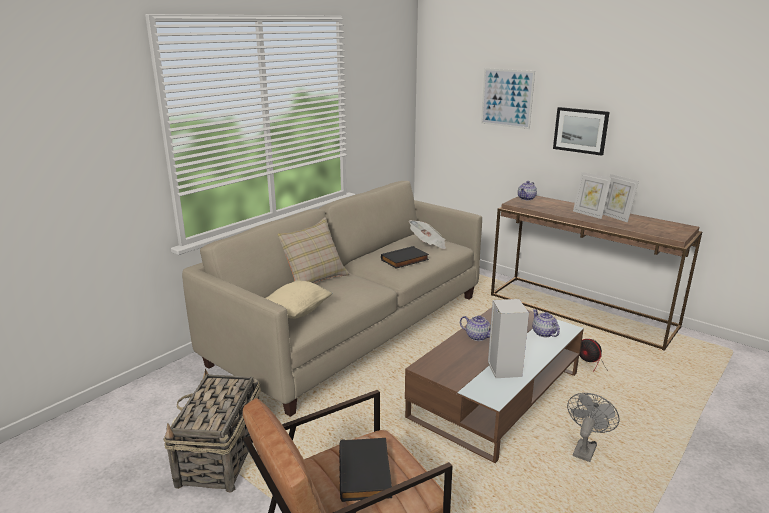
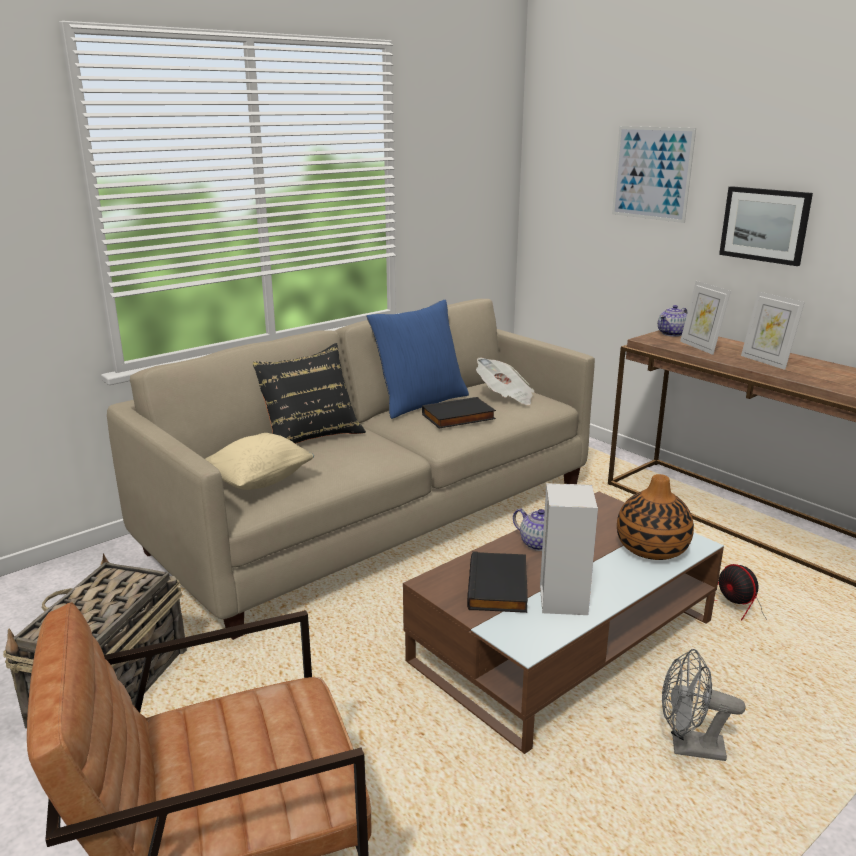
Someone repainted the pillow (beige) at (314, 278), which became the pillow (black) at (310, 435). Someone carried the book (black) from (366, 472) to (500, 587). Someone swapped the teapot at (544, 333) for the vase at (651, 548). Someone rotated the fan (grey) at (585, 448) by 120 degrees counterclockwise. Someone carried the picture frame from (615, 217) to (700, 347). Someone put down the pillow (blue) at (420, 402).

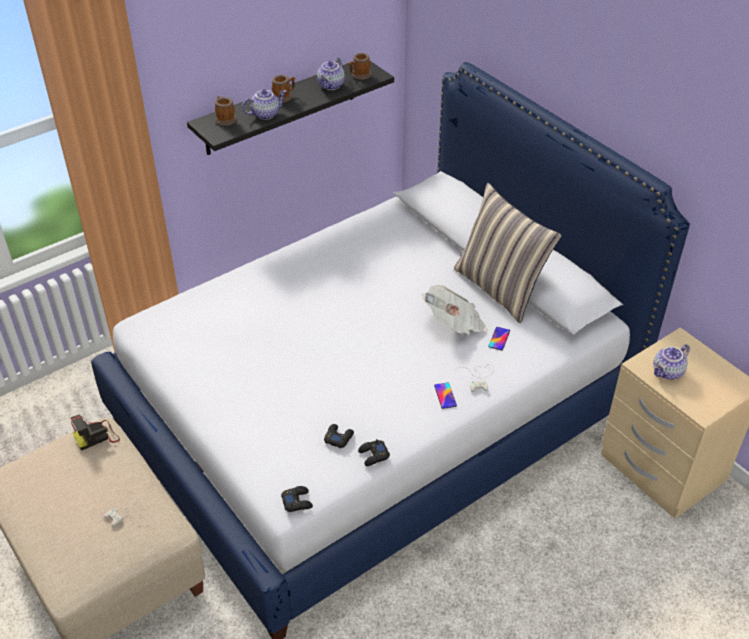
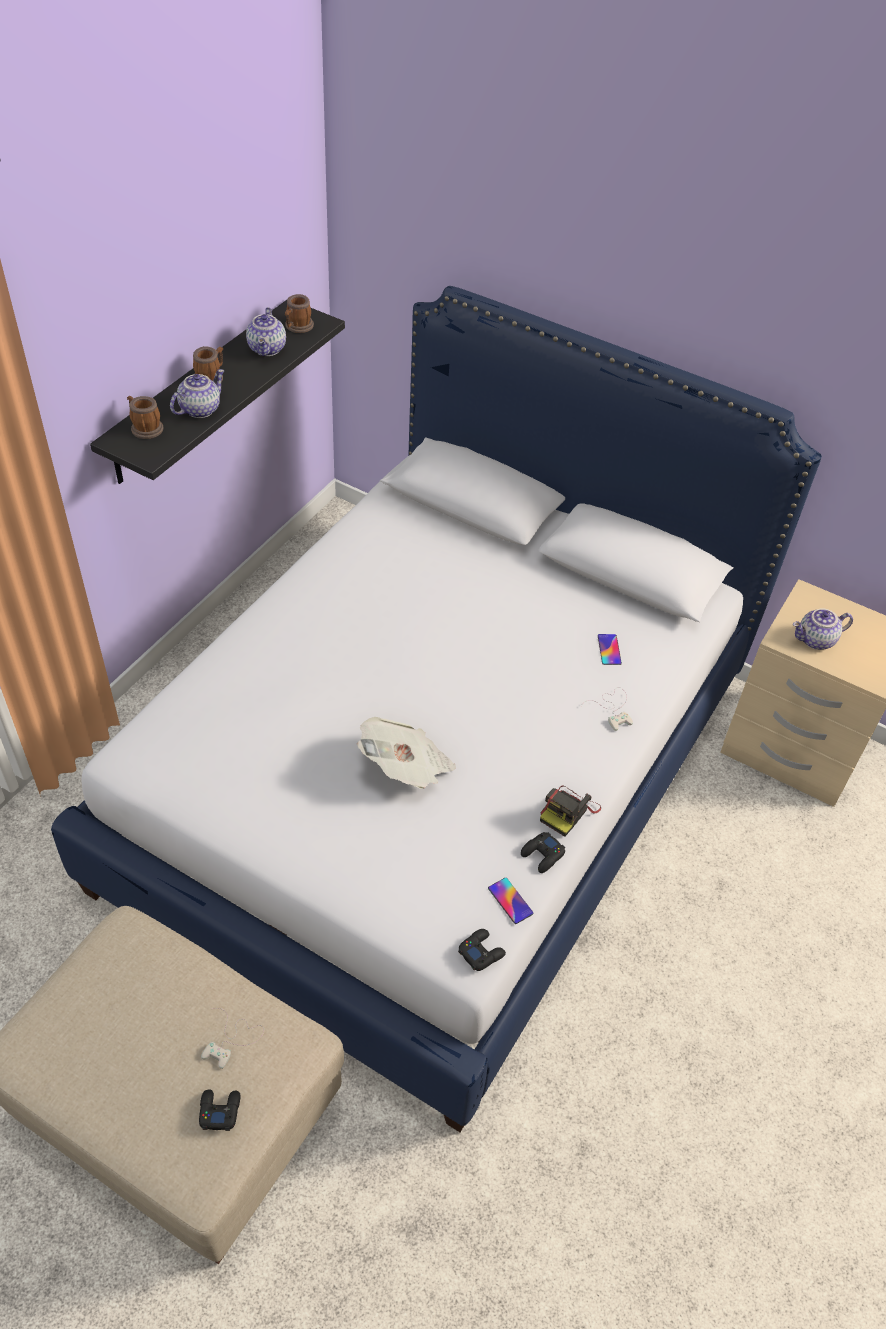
Someone carried the photo camera from (97, 436) to (568, 811). Someone carried the game controller (black) from (338, 437) to (219, 1110). Someone carried the newspaper from (454, 324) to (406, 768). Someone carried the phone from (445, 396) to (510, 901). Someone took away the pillow at (500, 289). Someone rotated the teapot at (668, 372) by 45 degrees clockwise.

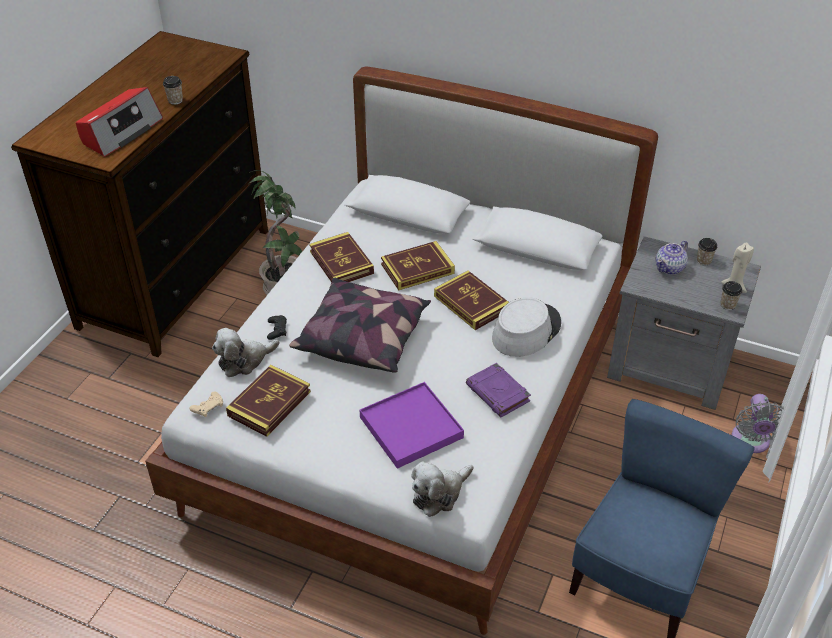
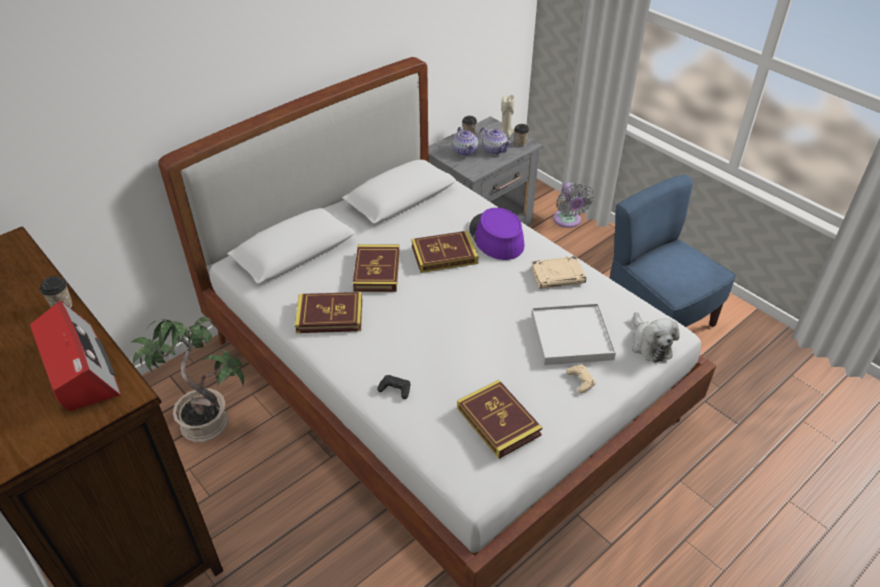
Someone carried the game controller (beige) from (208, 407) to (580, 381). Someone took away the plush toy at (244, 360). Someone took away the pillow at (363, 338). Someone repainted the tray (purple) at (411, 427), which became the tray (white) at (571, 336). Someone repainted the book (purple) at (498, 393), which became the book (beige) at (558, 275). Someone repainted the hat (grey) at (526, 331), which became the hat (purple) at (496, 237). Someone rotated the fan (grey) at (751, 442) by 45 degrees clockwise. Someone put down the teapot at (494, 150).

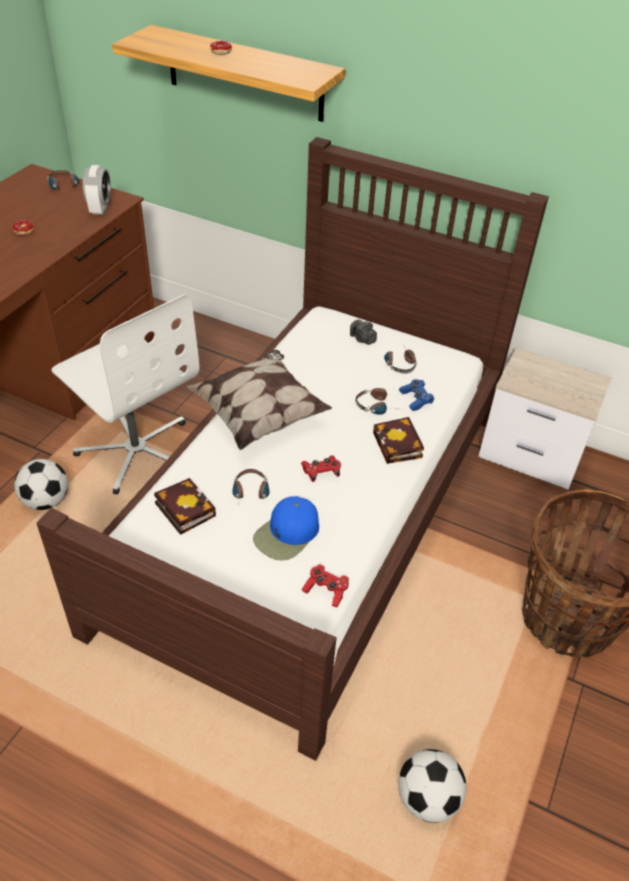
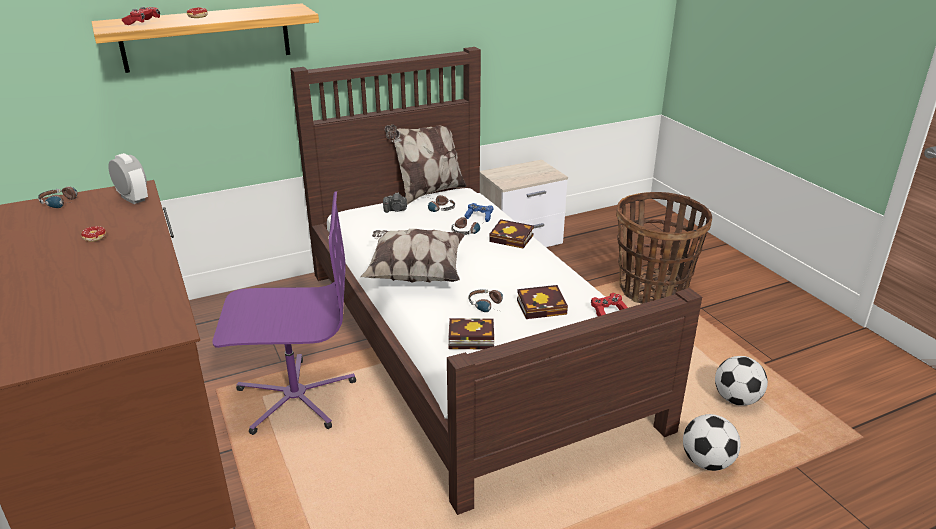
Someone carried the football from (46, 501) to (707, 462). Someone repainted the office chair (white) at (136, 450), which became the office chair (purple) at (295, 397). Someone swapped the cap (blue) at (287, 534) for the book at (543, 306). Someone carried the game controller (red) from (321, 472) to (142, 22). Someone put down the pillow at (428, 192).

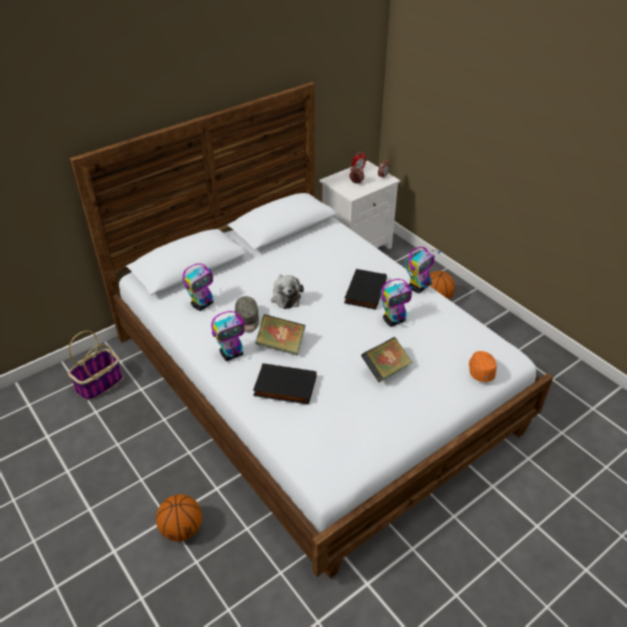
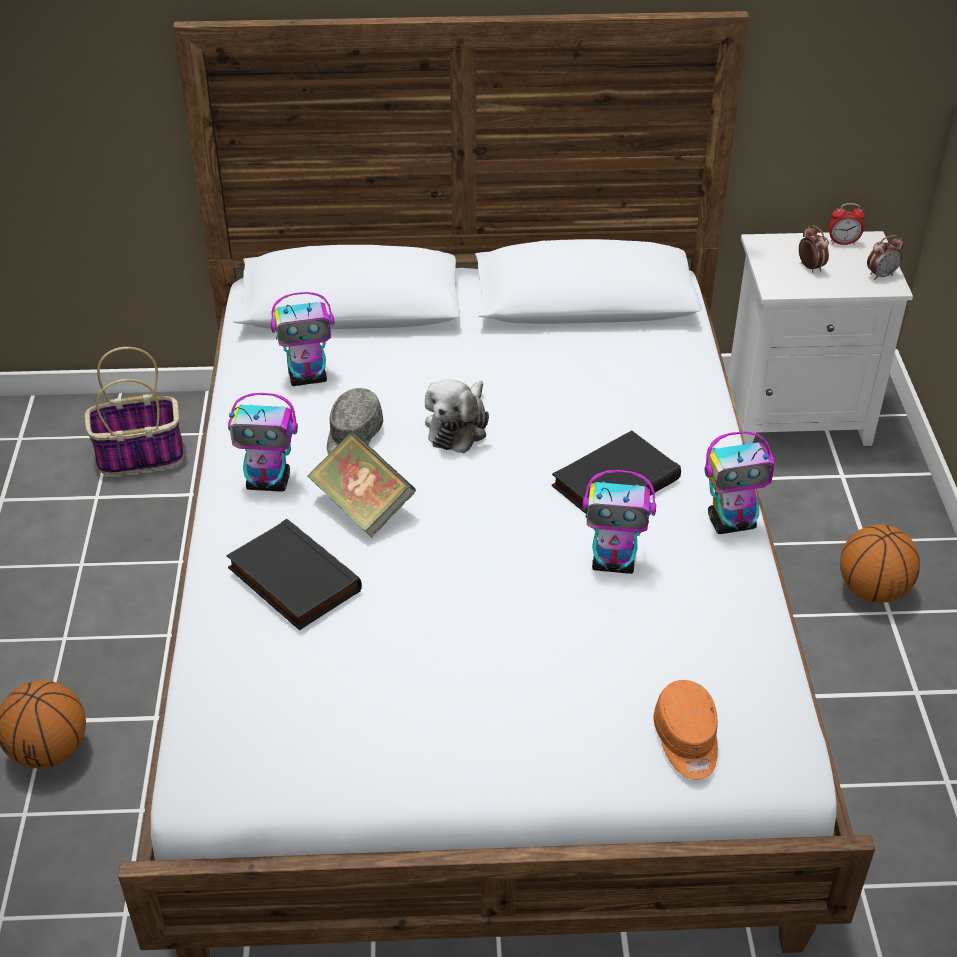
Someone took away the book at (386, 369). Someone rotated the cap (orange) at (480, 369) by 135 degrees clockwise.

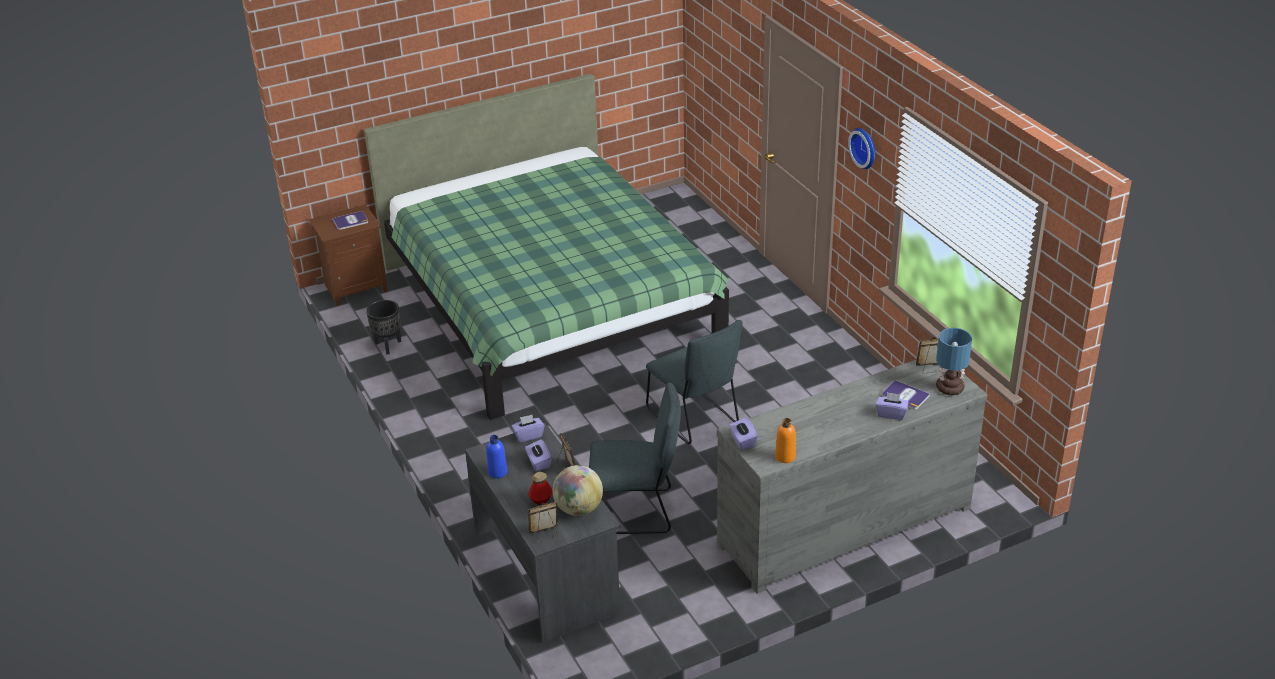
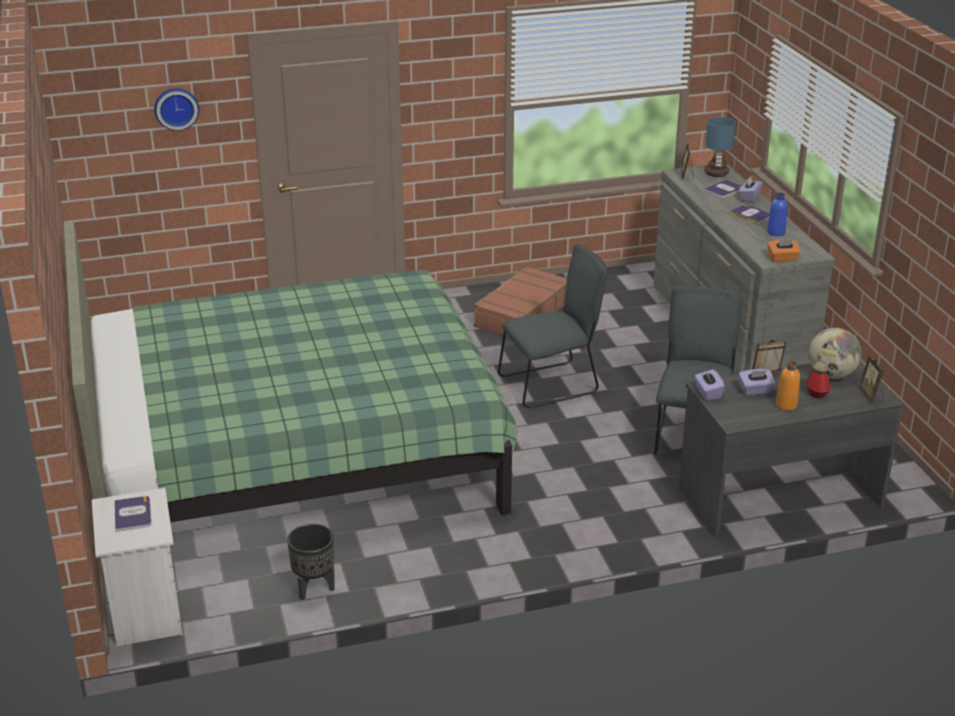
Someone repainted the nightstand (brown) at (355, 288), which became the nightstand (white) at (145, 614). Someone carried the bottle (blue) from (497, 472) to (776, 232). Someone repainted the tissue box (purple) at (742, 441), which became the tissue box (orange) at (782, 259). Someone carried the bottle (orange) from (785, 457) to (786, 405). Someone carried the wall clock from (865, 147) to (176, 108). Someone put down the suitcase (brown) at (521, 314). Someone put down the book at (751, 215).

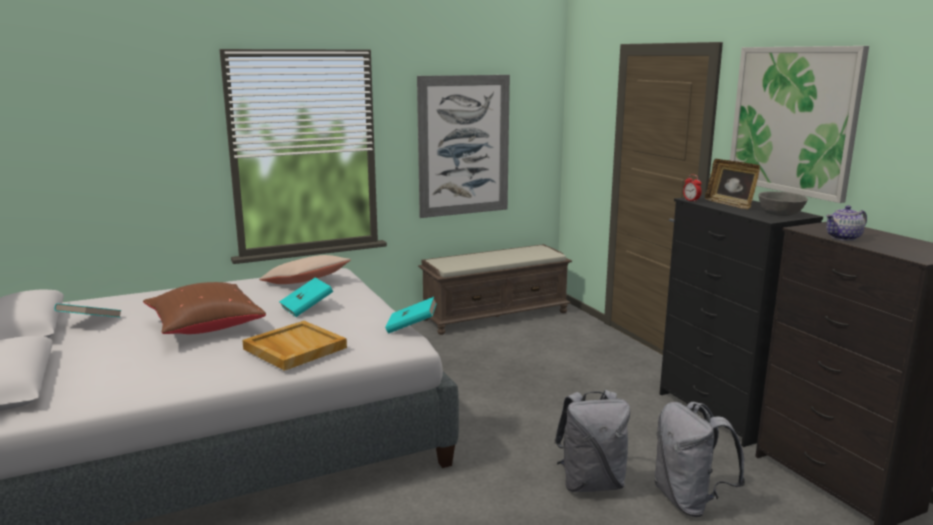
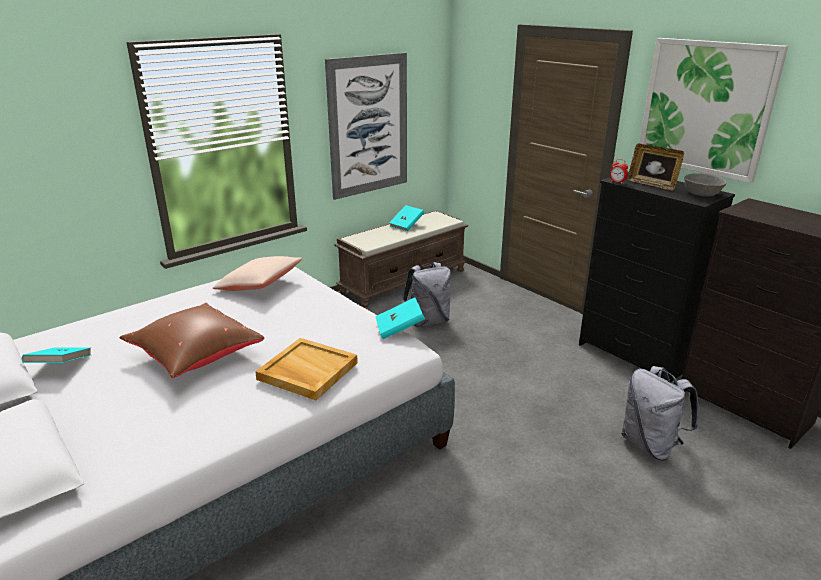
Someone carried the book (turquoise) from (307, 308) to (406, 225). Someone carried the backpack (grey) from (591, 483) to (428, 321). Someone took away the teapot at (844, 238).

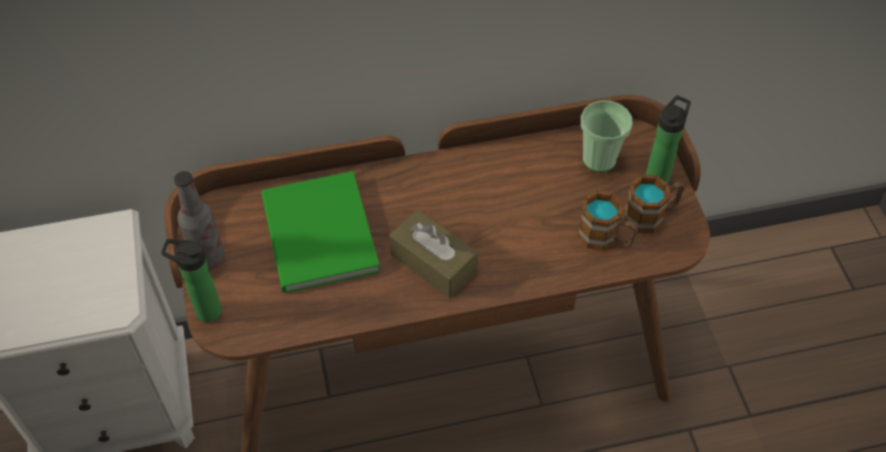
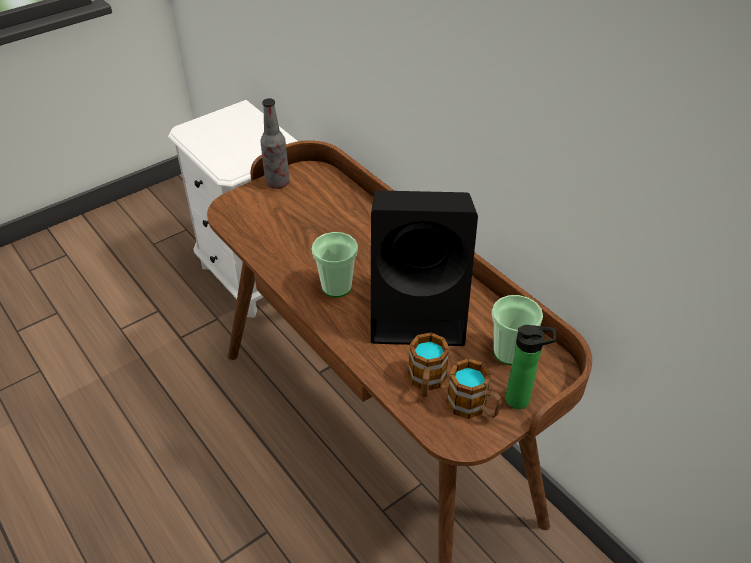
Someone took away the bottle at (204, 311). Someone took away the book (green) at (317, 237). Someone swapped the tissue box (brown) at (433, 263) for the cup at (336, 287). Someone put down the speaker (black) at (420, 311).

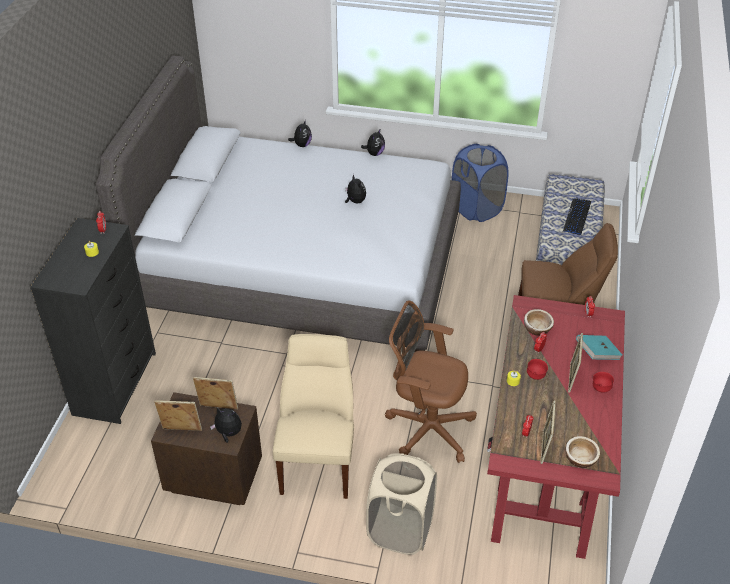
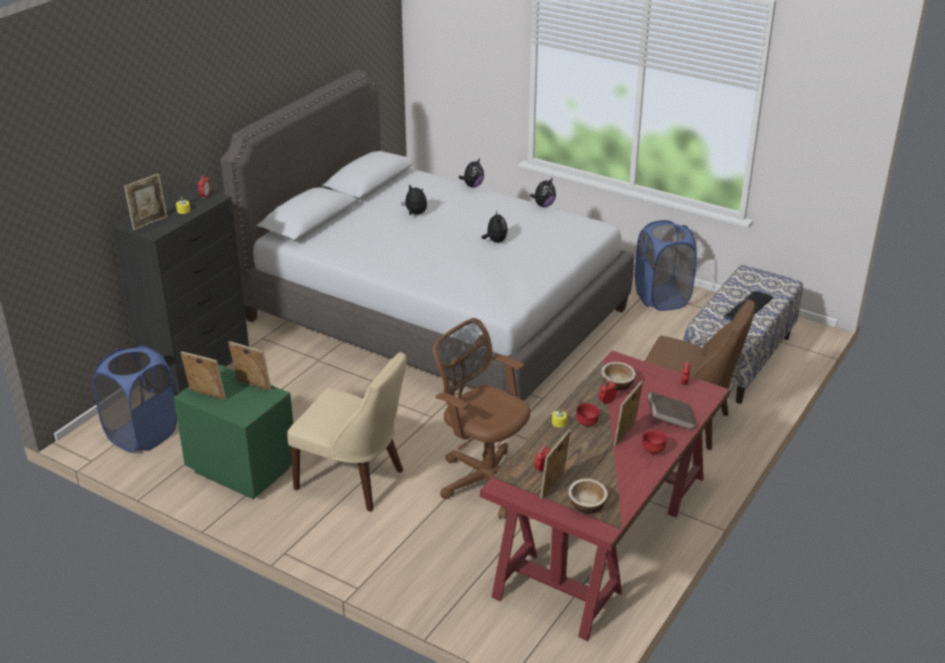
Someone repainted the nightstand (brown) at (213, 477), which became the nightstand (green) at (242, 469). Someone carried the plush toy from (228, 433) to (415, 214). Someone rotated the chair (beige) at (318, 460) by 90 degrees clockwise. Someone took away the laundry basket (beige) at (400, 530). Someone repainted the book (turquoise) at (597, 354), which became the book (brown) at (670, 420). Someone put down the laundry basket (blue) at (142, 434). Someone put down the picture frame at (149, 223).

